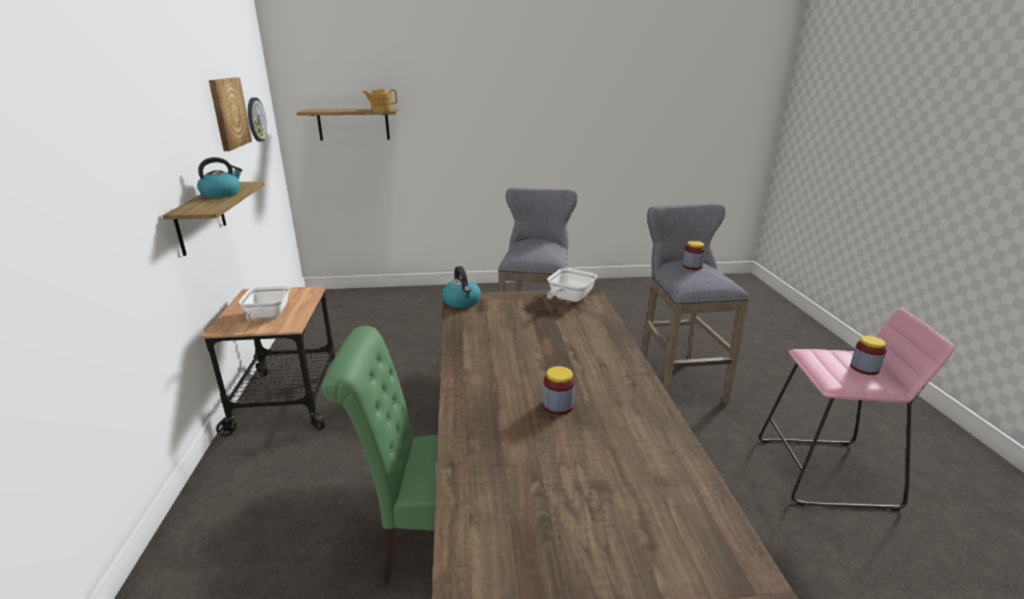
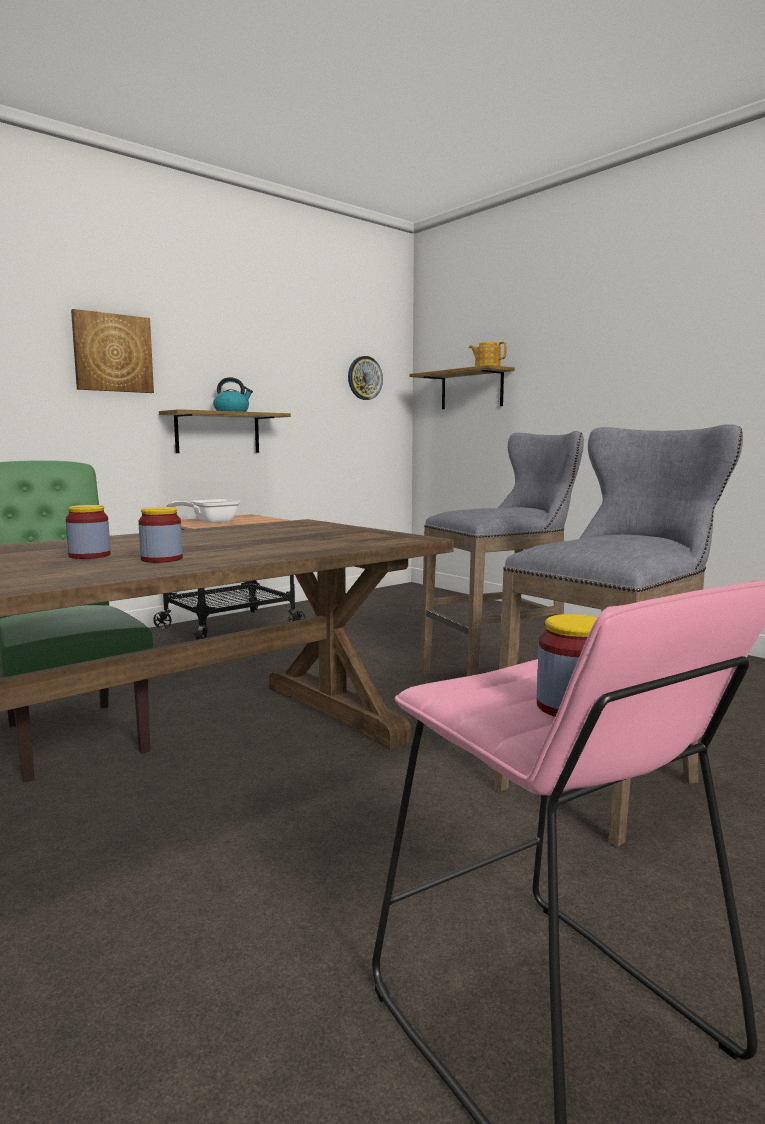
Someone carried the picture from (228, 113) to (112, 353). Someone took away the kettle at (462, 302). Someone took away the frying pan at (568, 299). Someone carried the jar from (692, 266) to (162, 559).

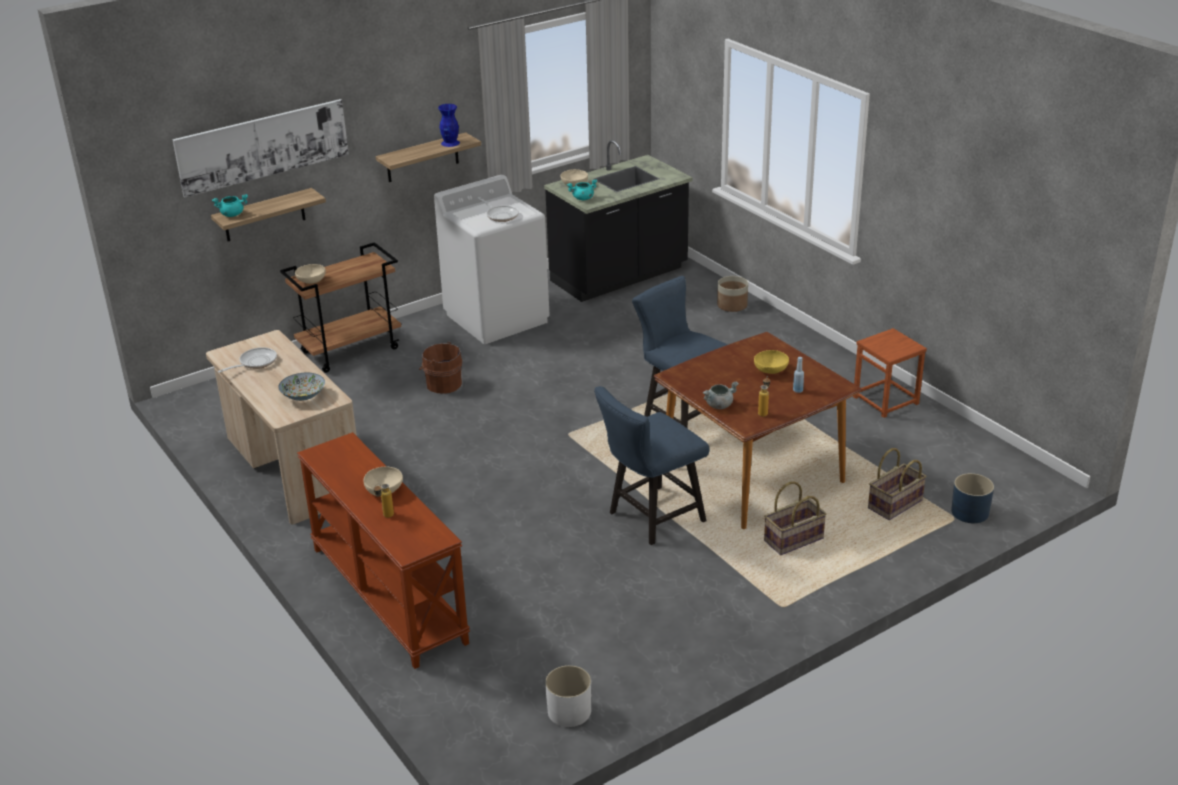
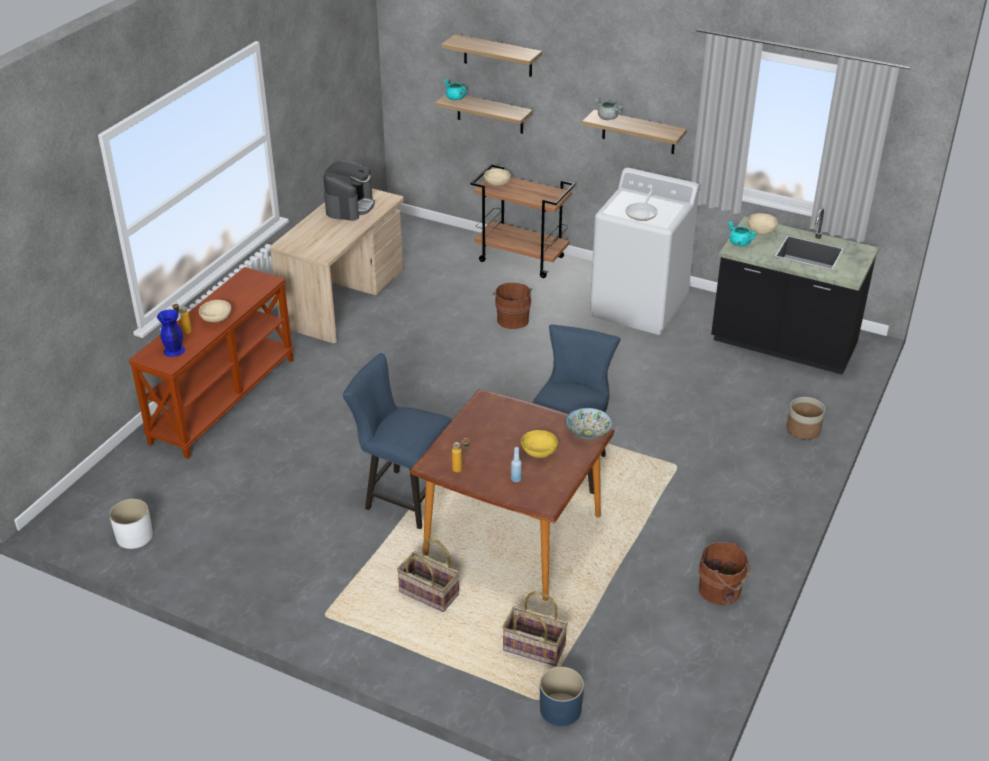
Someone swapped the picture at (263, 146) for the shelf at (498, 56). Someone swapped the frying pan at (255, 362) for the coffee machine at (349, 206). Someone carried the bowl from (303, 396) to (588, 433). Someone carried the vase (blue) from (450, 143) to (173, 350). Someone carried the cooking pot (grey) from (719, 405) to (608, 118). Someone swapped the stool (brown) at (886, 400) for the bucket (brown) at (721, 590).

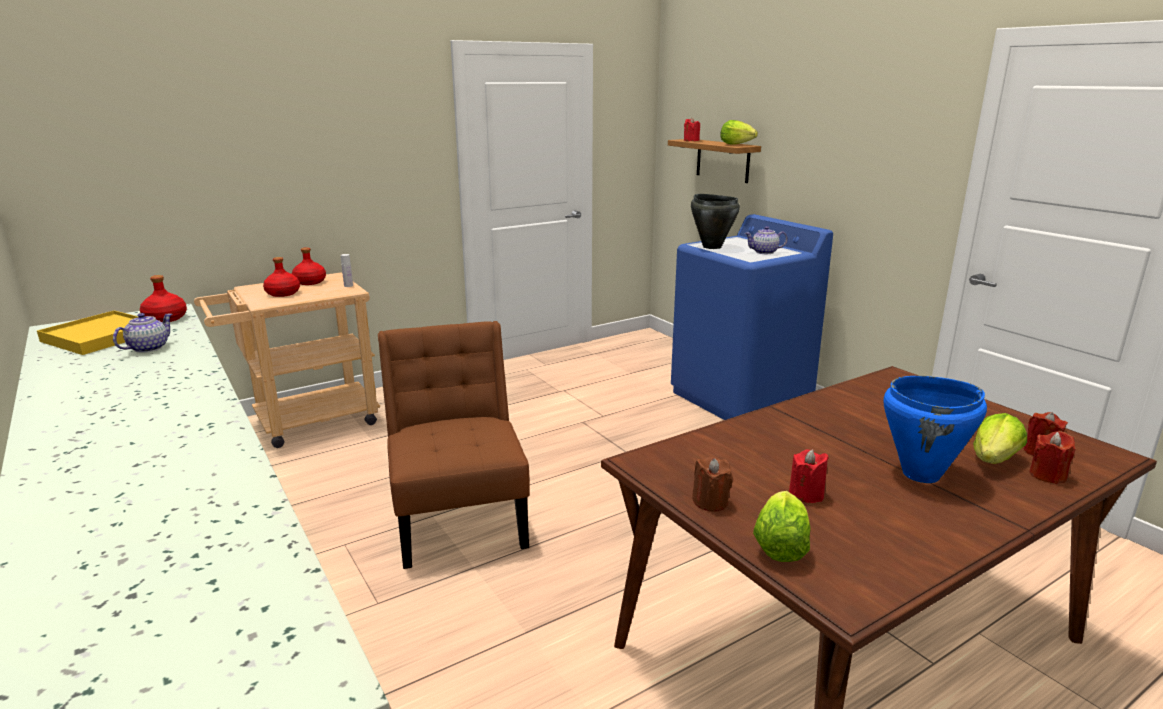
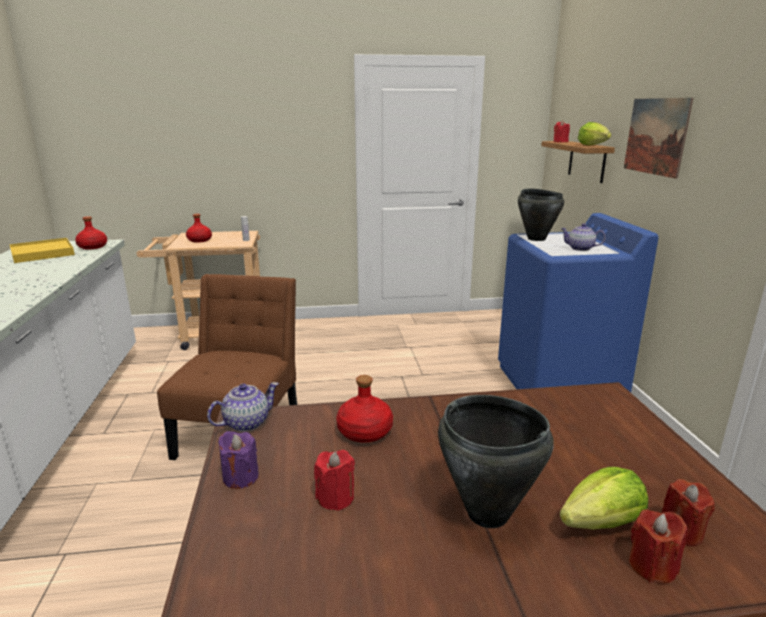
Someone carried the teapot from (147, 348) to (246, 423). Someone carried the bottle (red) from (310, 282) to (364, 432). Someone repainted the candle (brown) at (710, 502), which became the candle (purple) at (240, 477). Someone took away the lettuce at (780, 547). Someone repainted the cooking pot (blue) at (921, 474), which became the cooking pot (black) at (488, 514). Someone put up the picture at (656, 136).

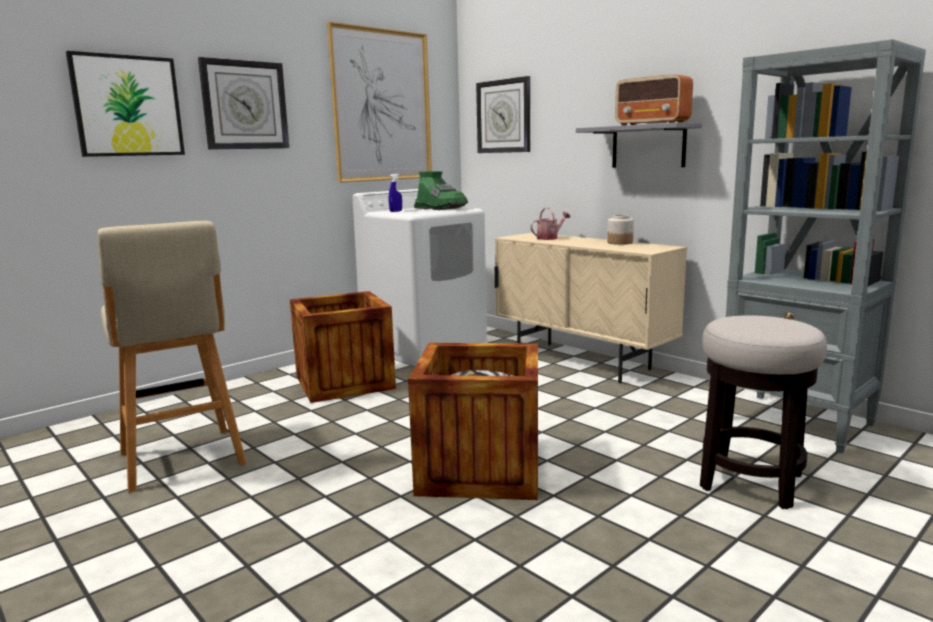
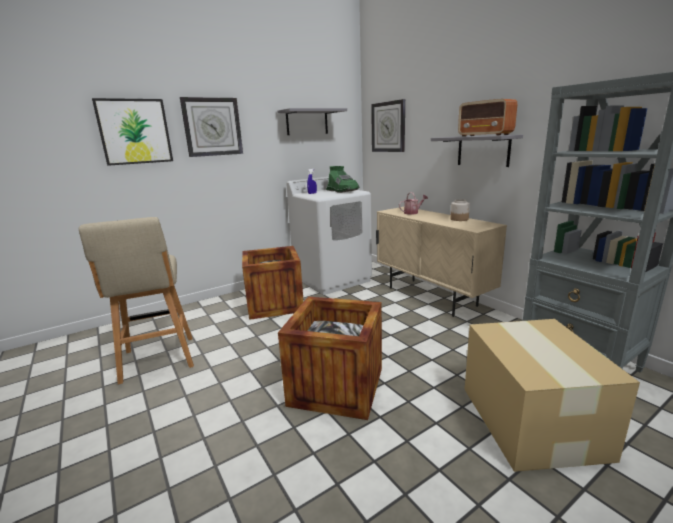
Someone swapped the picture at (382, 106) for the shelf (grey) at (307, 122). Someone swapped the stool at (750, 481) for the cardboard box at (531, 419).

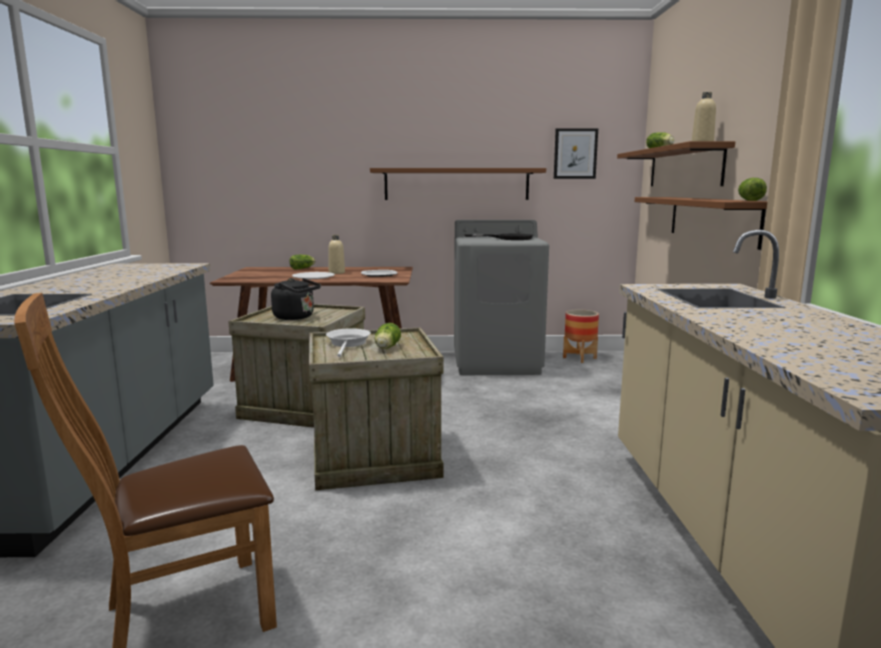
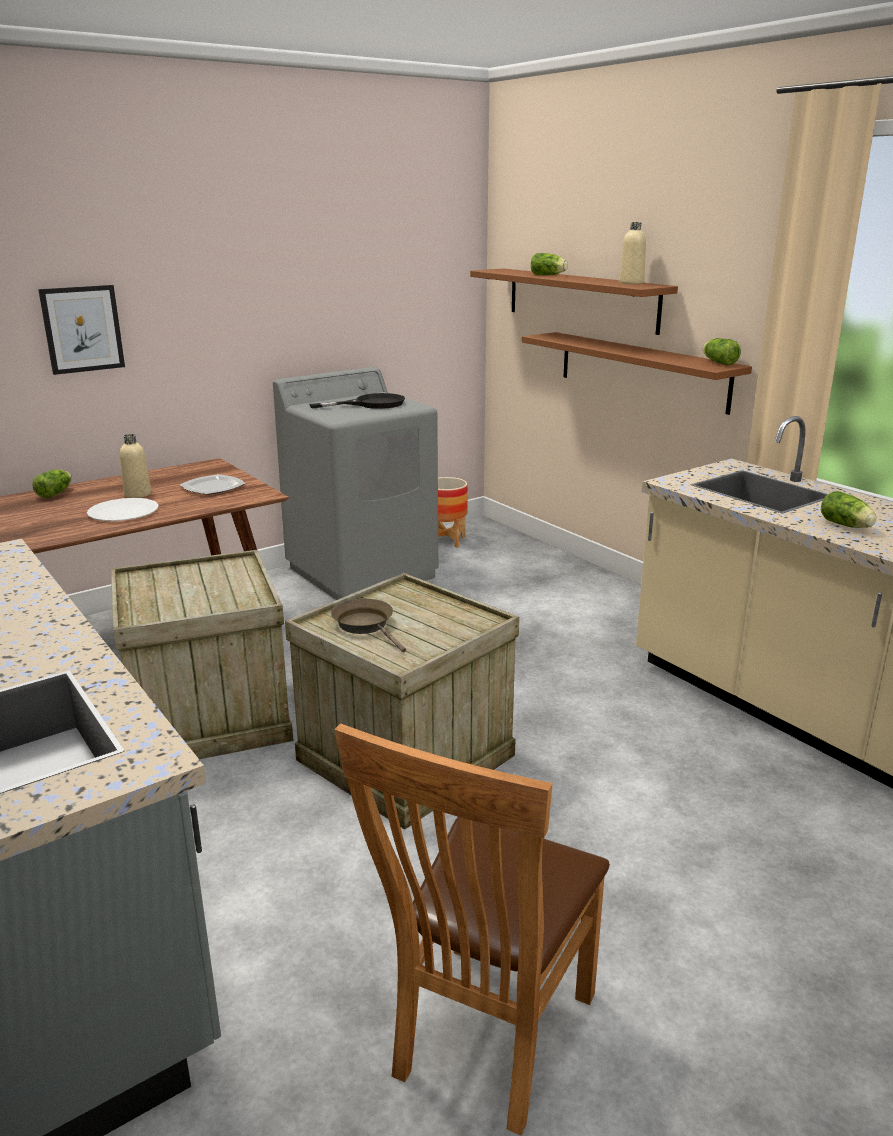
Someone took away the kettle (black) at (296, 317). Someone repainted the frying pan (white) at (348, 344), which became the frying pan (brown) at (366, 625). Someone took away the shelf (brown) at (456, 184). Someone carried the lettuce from (386, 348) to (847, 526). Someone carried the picture from (575, 153) to (82, 329).

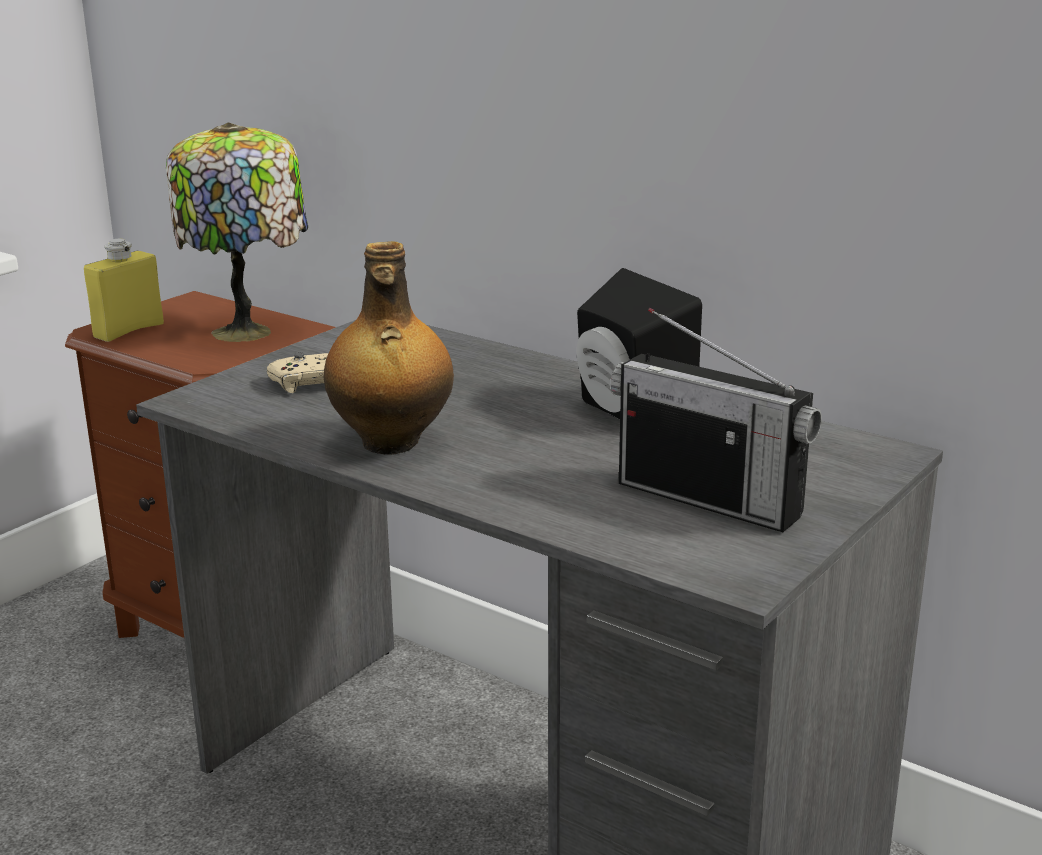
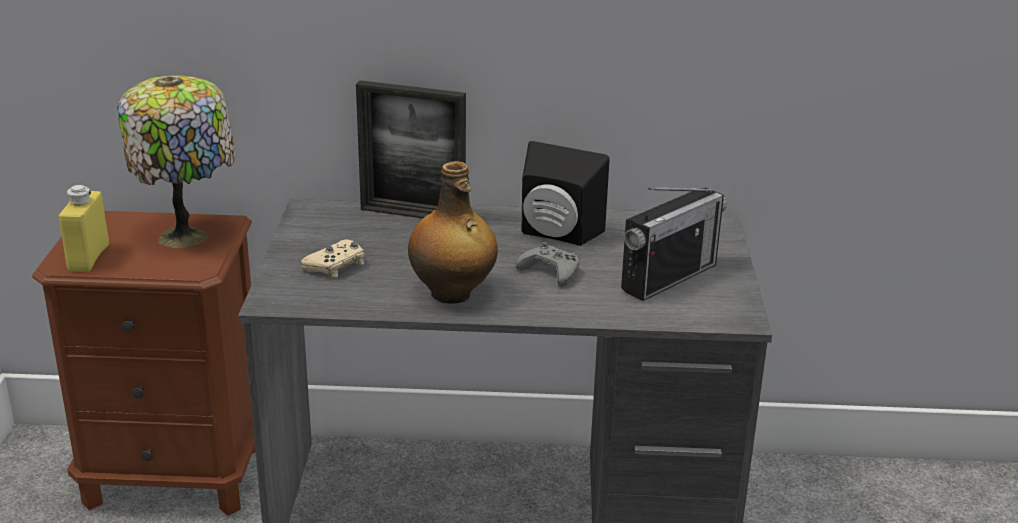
Someone rotated the radio at (709, 499) by 45 degrees counterclockwise. Someone put down the picture frame at (412, 214). Someone put down the game controller (grey) at (550, 272).

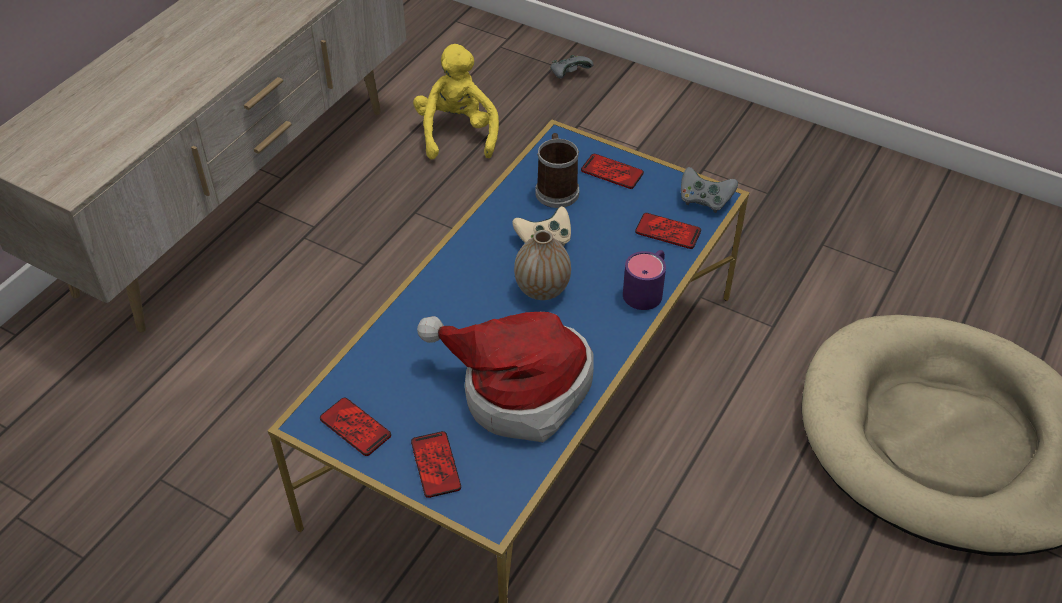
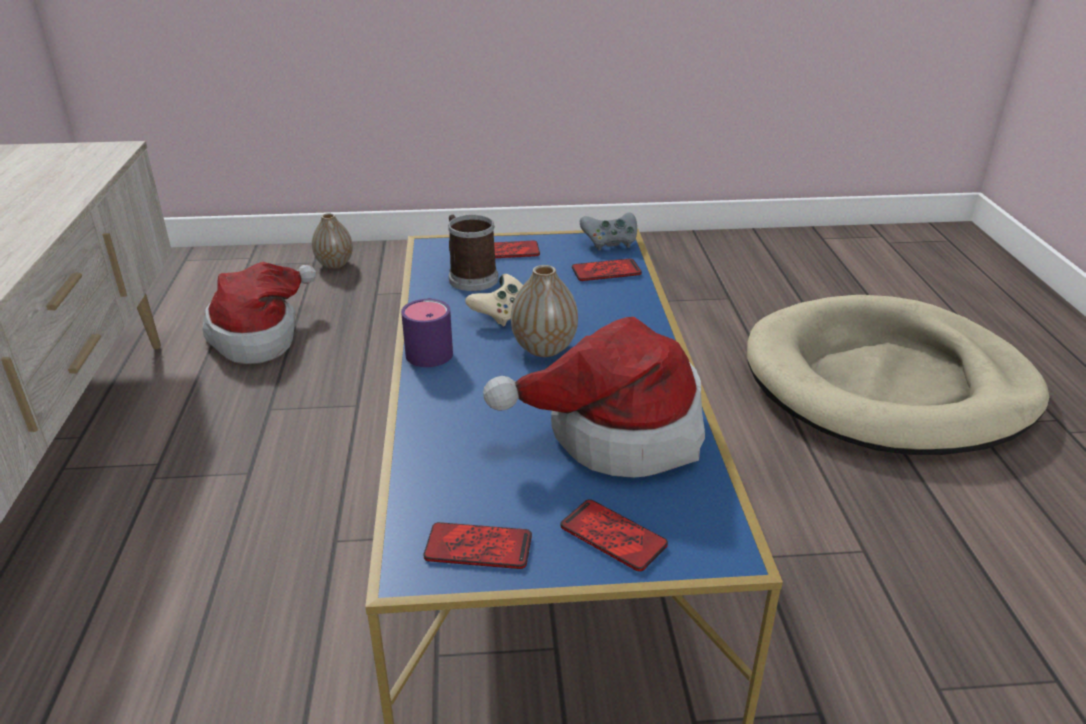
Someone swapped the plush toy (yellow) at (457, 133) for the hat at (260, 335). Someone swapped the game controller (grey) at (569, 75) for the vase at (334, 264). Someone carried the mug (purple) from (647, 289) to (430, 348).

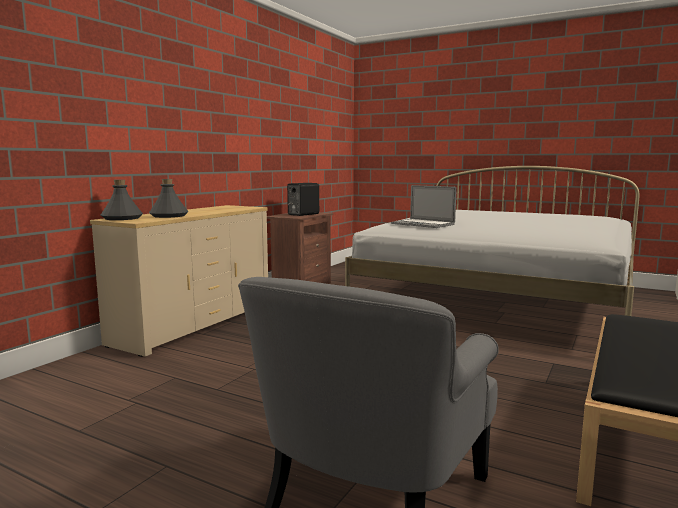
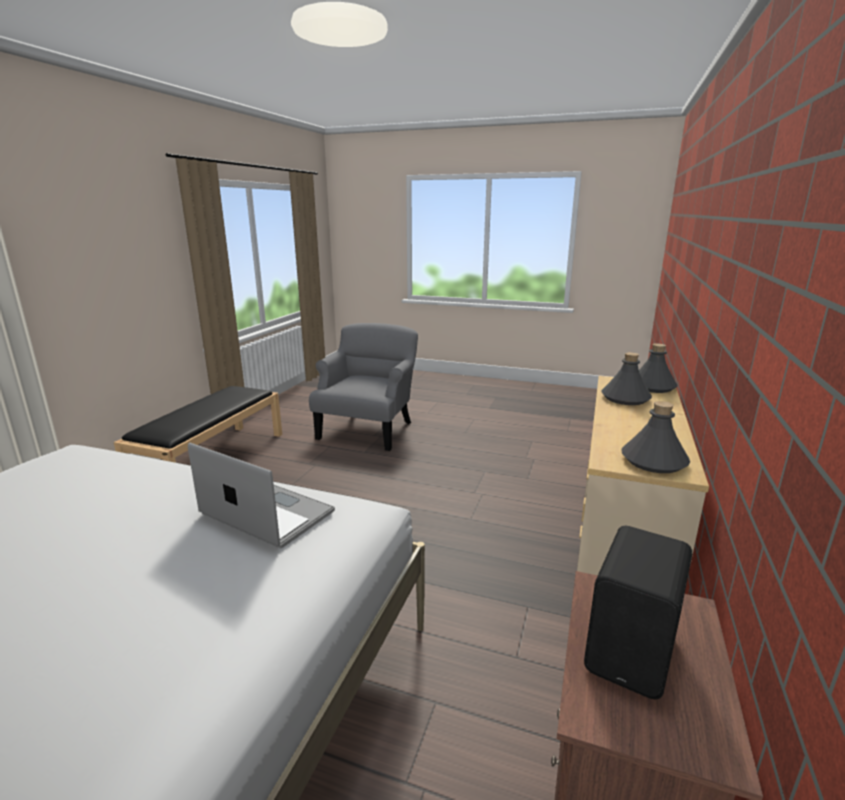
Someone put down the bottle (grey) at (654, 461).

